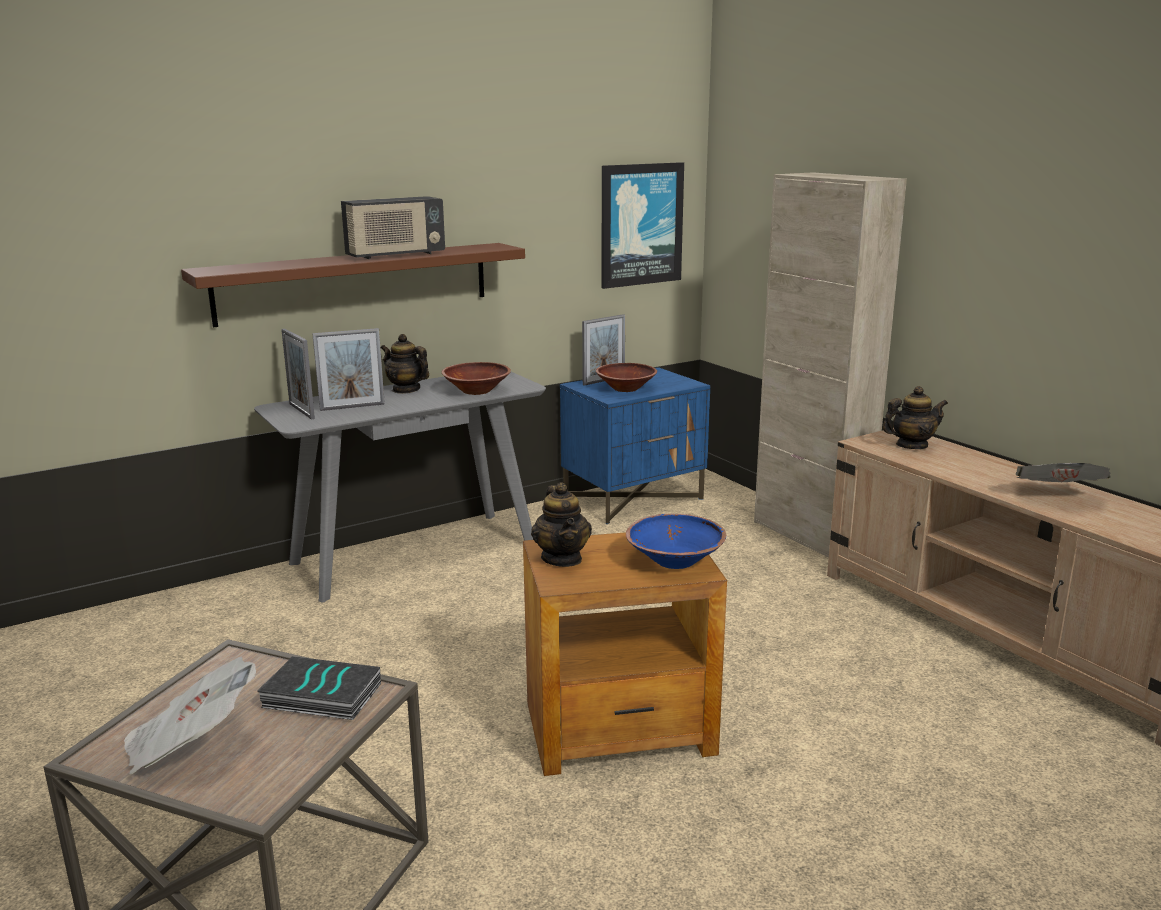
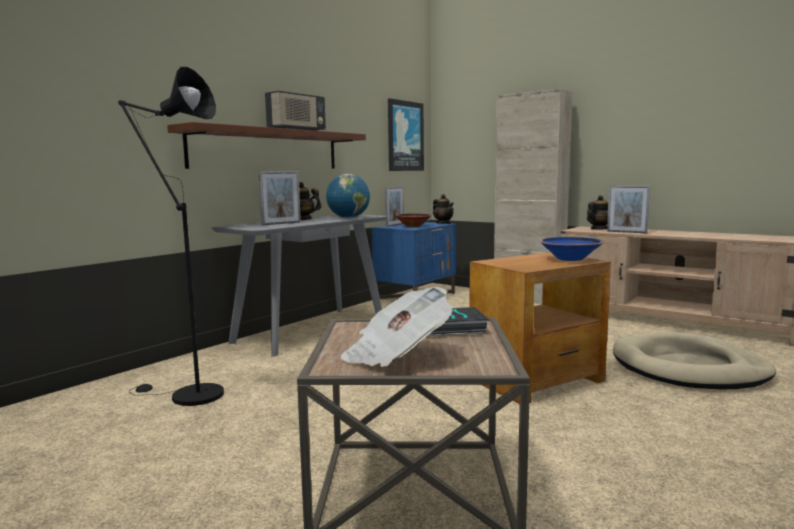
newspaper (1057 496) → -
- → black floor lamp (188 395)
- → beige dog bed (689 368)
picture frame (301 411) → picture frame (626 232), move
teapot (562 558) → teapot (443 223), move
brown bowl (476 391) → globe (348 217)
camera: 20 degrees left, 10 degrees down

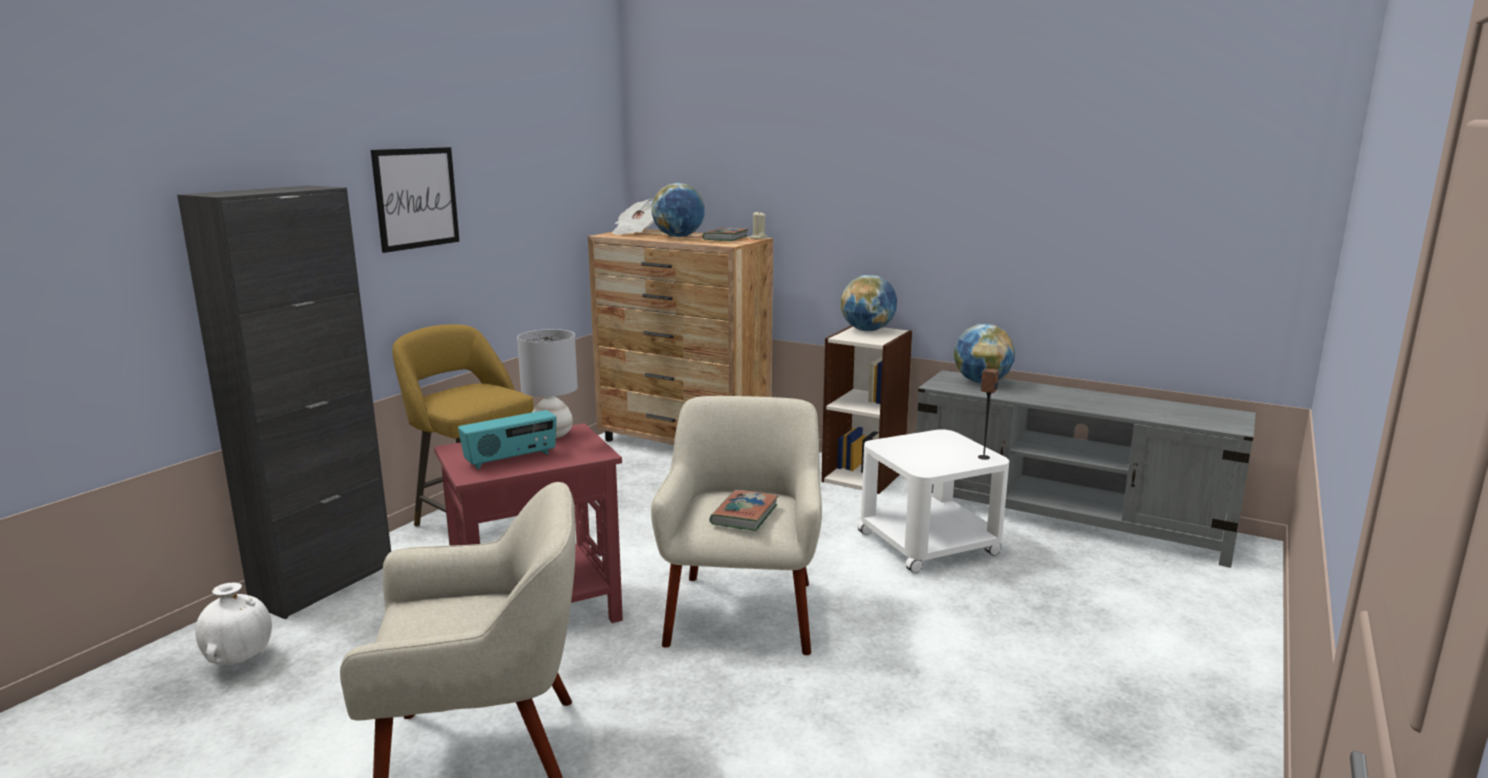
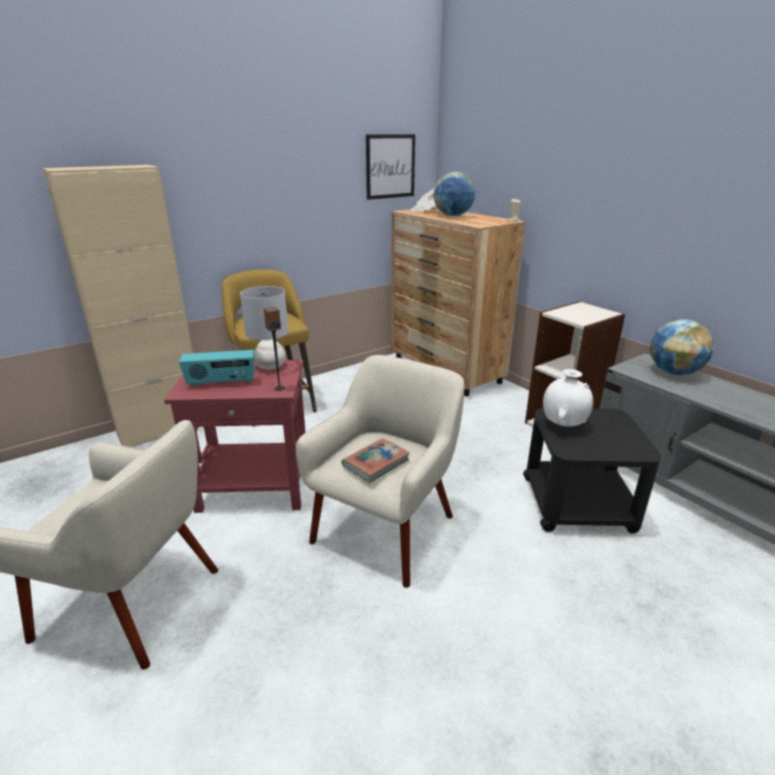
book (725 238) → -
globe (868 330) → -
white vase (240 661) → white vase (563 425), move
picture (416 198) → picture (390 166), move
speaker (983 457) → speaker (279 388), move
black cabinet (324 584) → beige cabinet (162 430)
white side table (929 542) → black side table (578 503)
camera: 25 degrees right, 10 degrees up

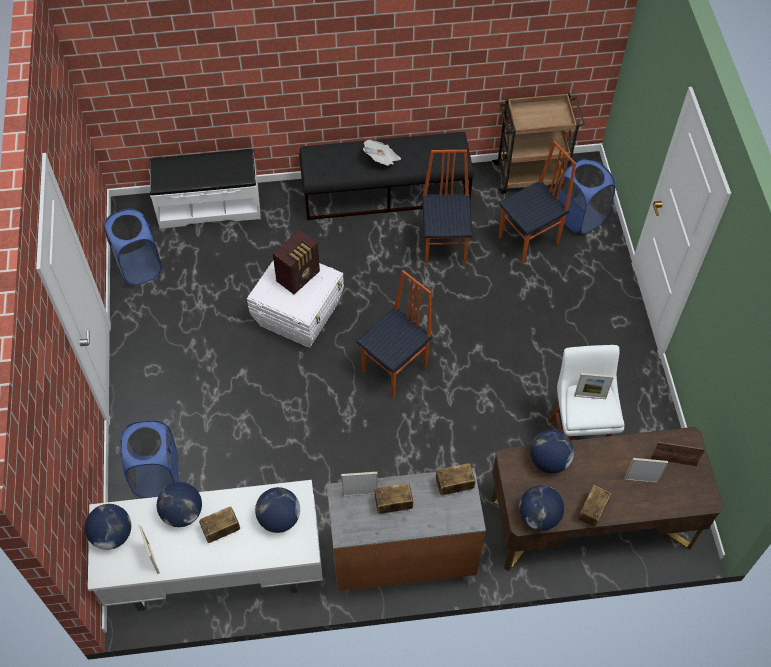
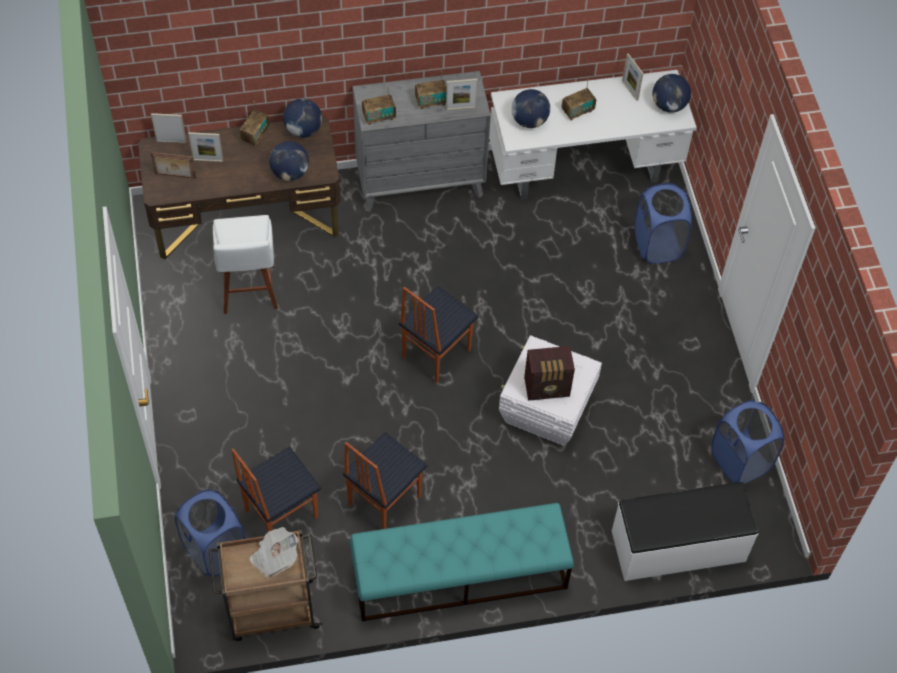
globe (183 513) → -
newspaper (381 159) → newspaper (274 557), move
picture frame (590 397) → picture frame (171 141), move
black bench (386 193) → turquoise bench (459 576)
radio (299 276) → radio (548 388), 135 degrees counterclockwise
chair (445 247) → chair (383 500), 45 degrees clockwise
camera: 175 degrees right, 0 degrees up

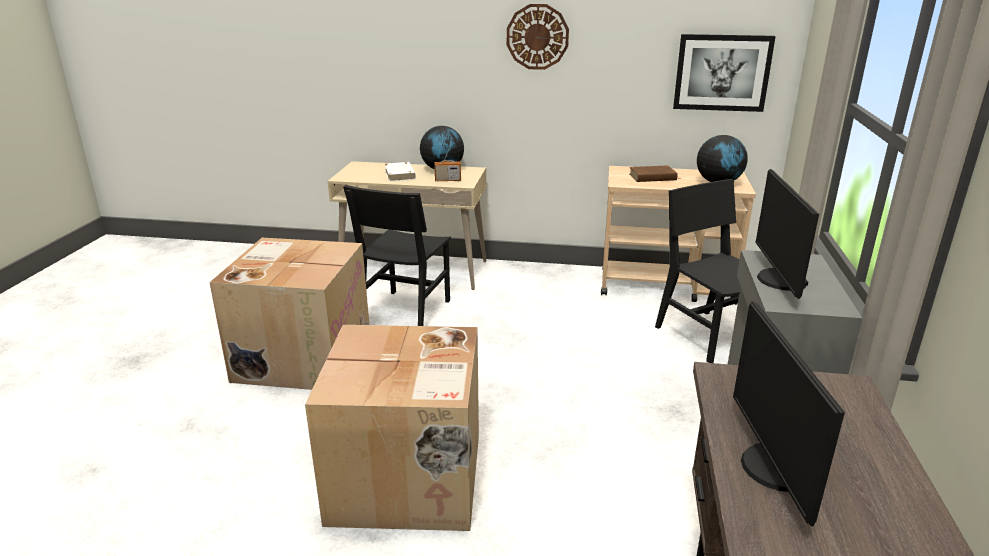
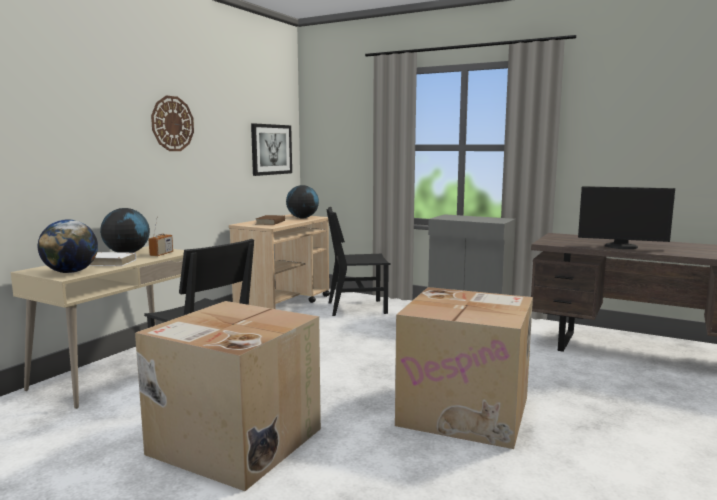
monitor (779 280) → -
- → globe (71 272)
camera: 70 degrees left, 15 degrees down

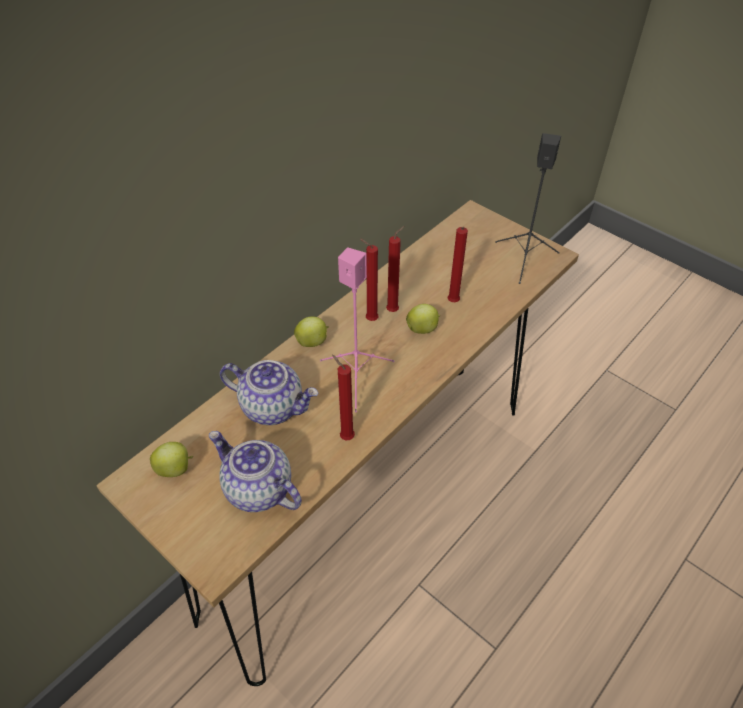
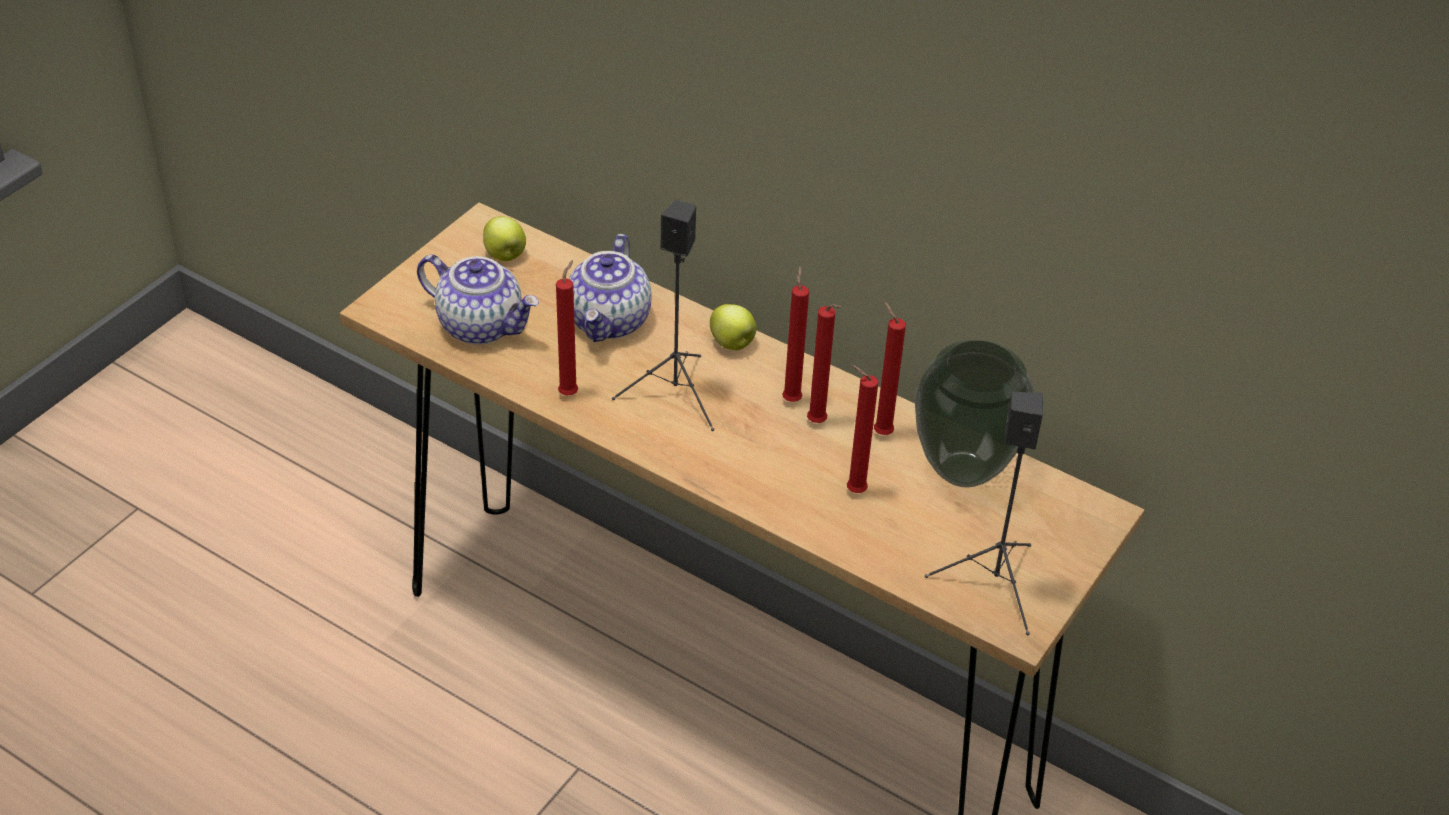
apple (422 329) → -
- → red candle (880 432)
- → vase (961 471)
pink speaker (357 376) → black speaker (676 395)
teapot (257 489) → teapot (481 325), 90 degrees clockwise
camera: 80 degrees right, 5 degrees down

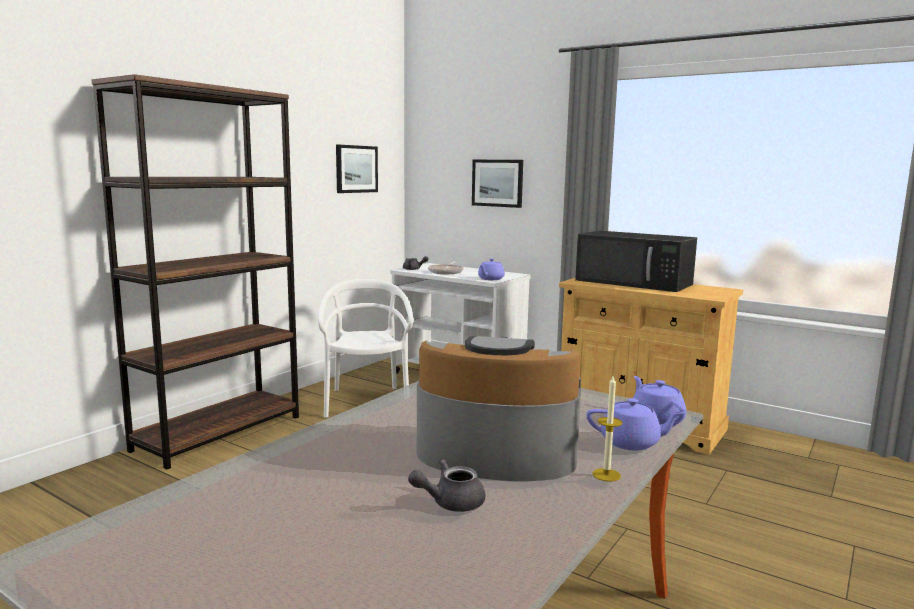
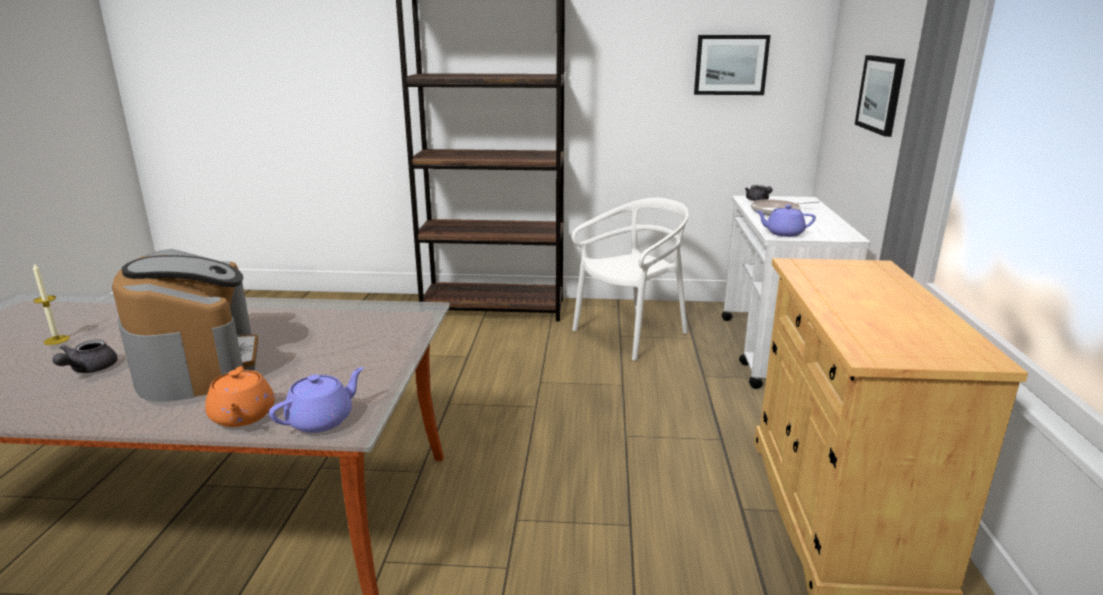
black microwave (635 282) → -
candle (606 475) → candle (56 340), move
purple teapot (631 443) → orange teapot (242 416)
grey teapot (450 503) → grey teapot (89 369), 120 degrees counterclockwise
camera: 60 degrees right, 10 degrees up

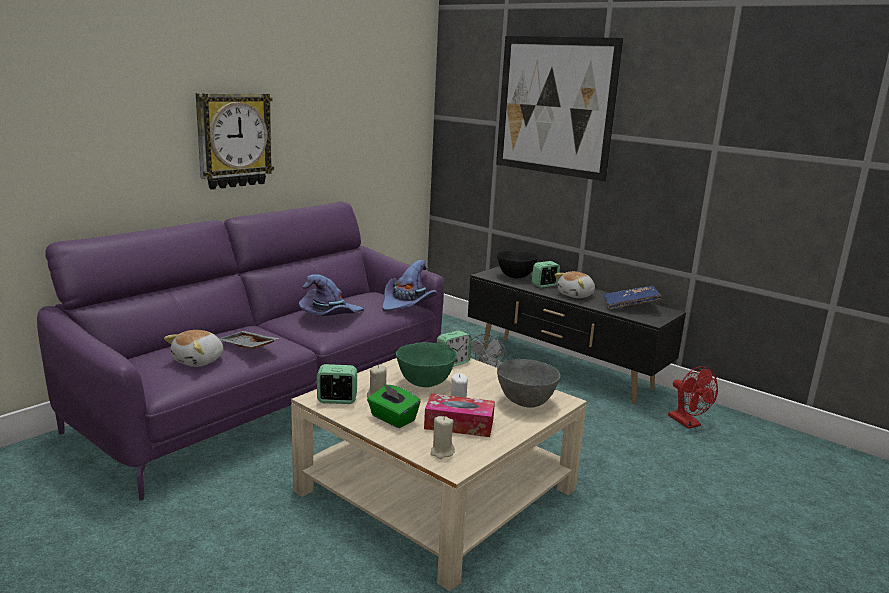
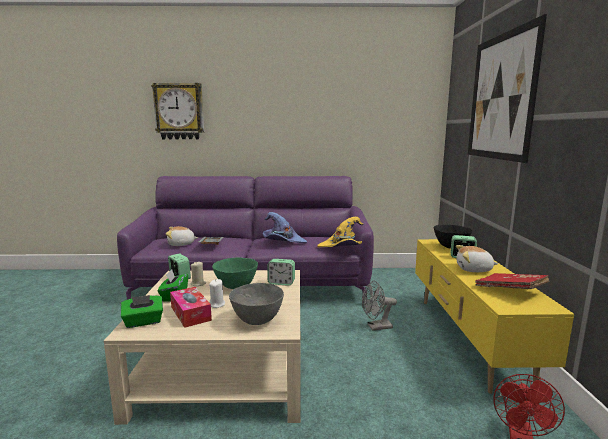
wall clock (233 140) → wall clock (179 111), move
beige candle (441 452) → green tissue box (143 322)
purple hat (408 303) → yellow hat (342 246)
black tv stand (563 369) → yellow tv stand (468 339)
blue book (630 306) → red book (510 291)
camera: 50 degrees right, 5 degrees down

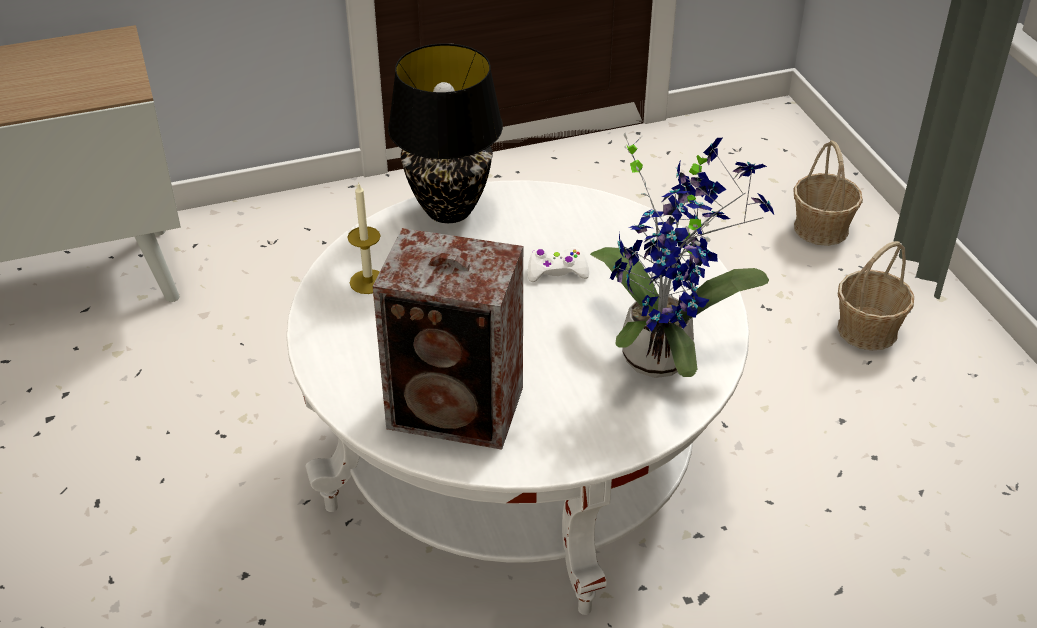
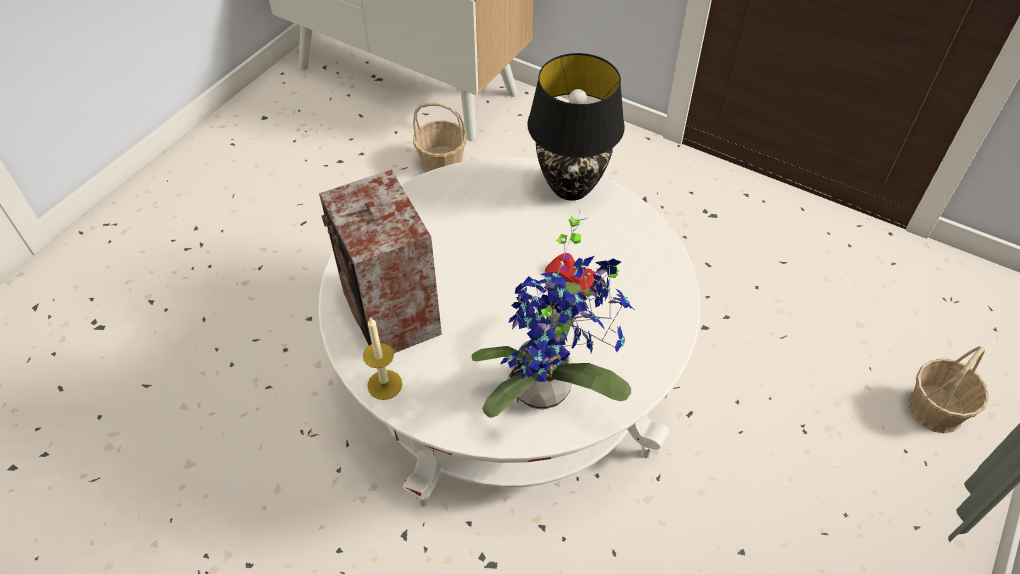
candle (368 282) → candle (384 384), move
basket (868 330) → basket (442 163), move
white game controller (556 271) → red game controller (571 279)
camera: 50 degrees right, 10 degrees up

